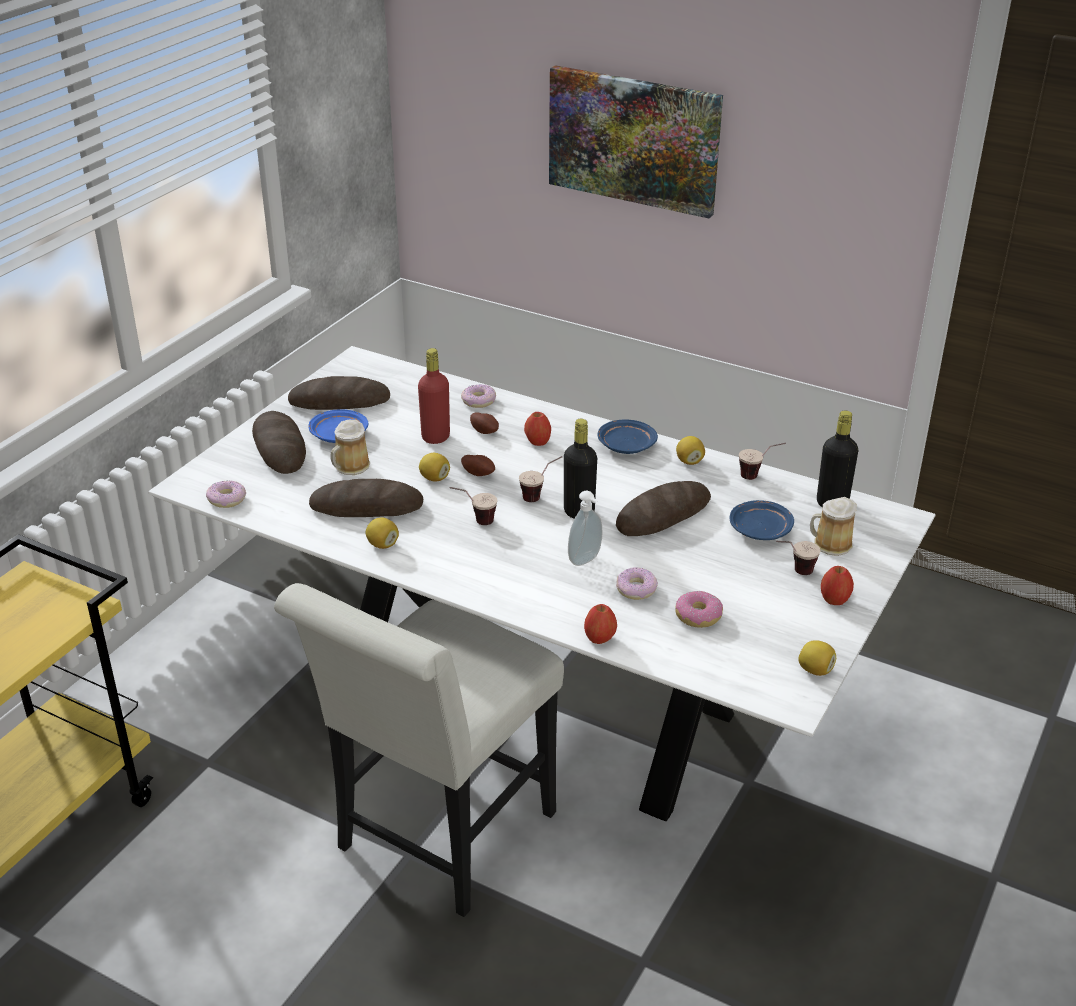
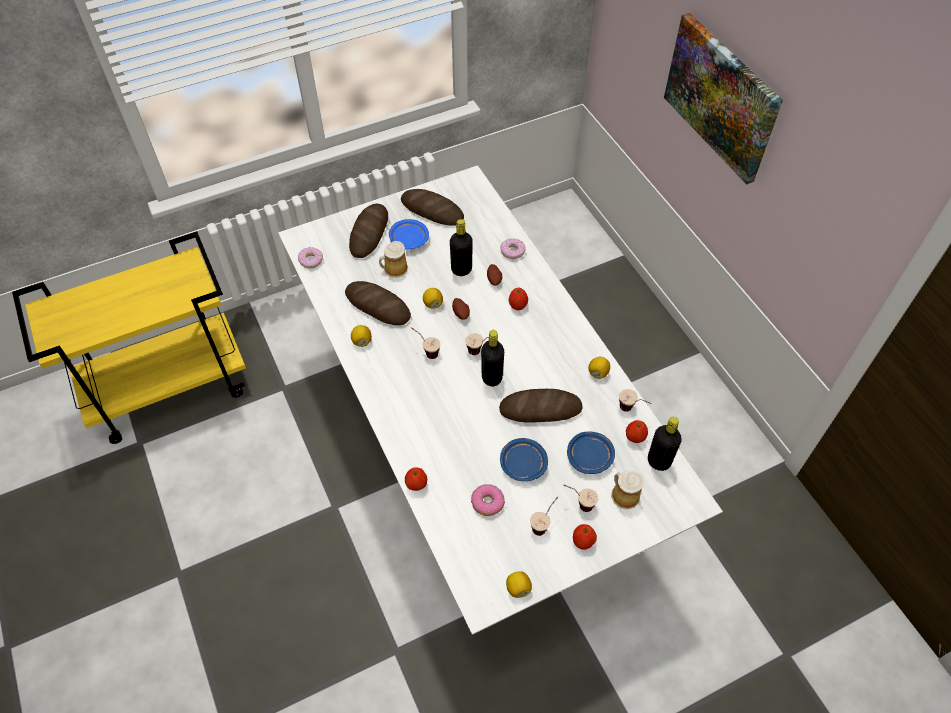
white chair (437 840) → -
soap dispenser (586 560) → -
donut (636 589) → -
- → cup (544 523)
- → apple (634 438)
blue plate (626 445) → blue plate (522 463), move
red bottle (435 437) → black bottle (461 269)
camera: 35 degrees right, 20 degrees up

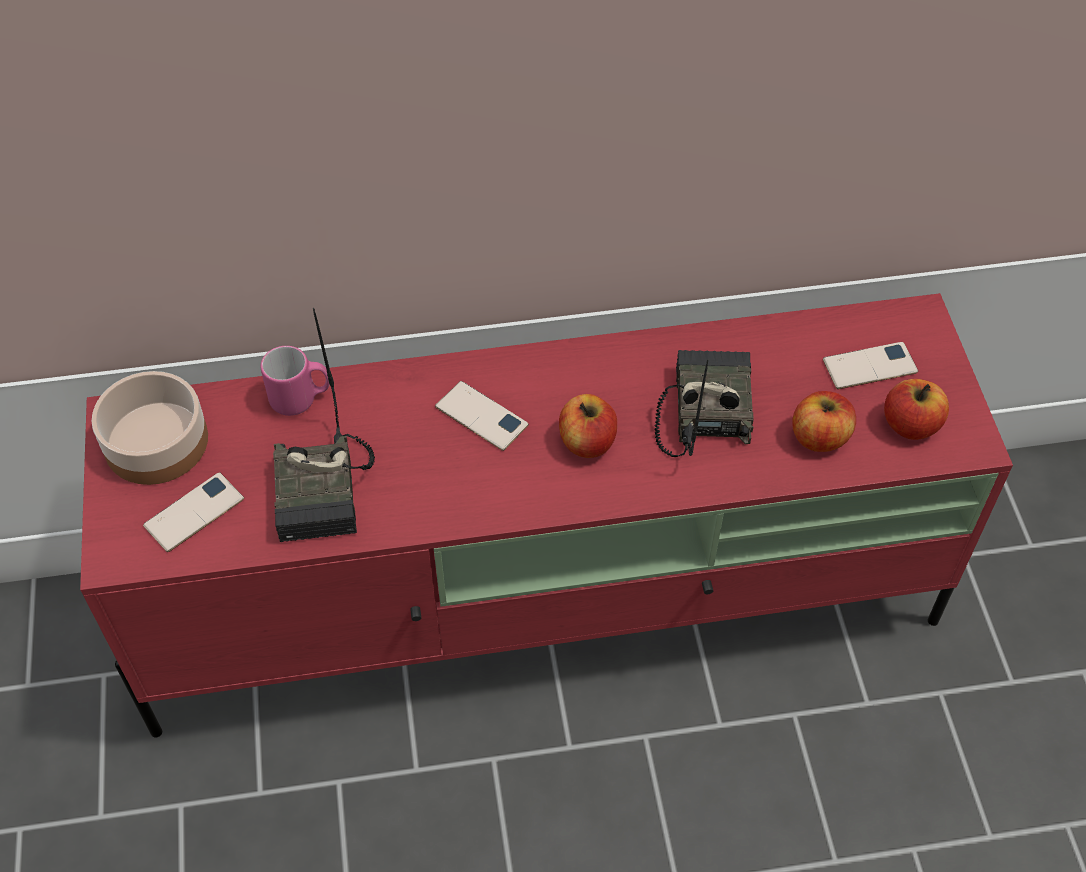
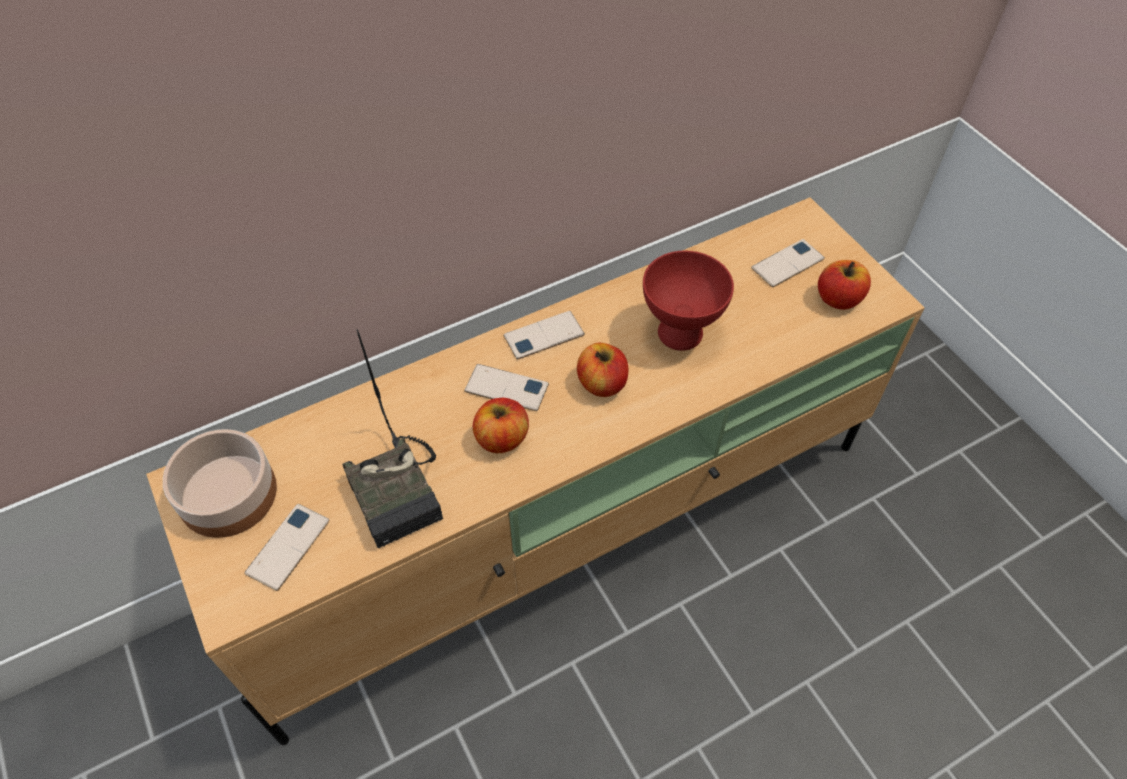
pink mug (301 399) → -
- → phone (544 335)
apple (819 437) → apple (501 438), move
radio (703 410) → red bowl (680 332)
red tv stand (547 608) → beige tv stand (565 528)
camera: 20 degrees left, 0 degrees up

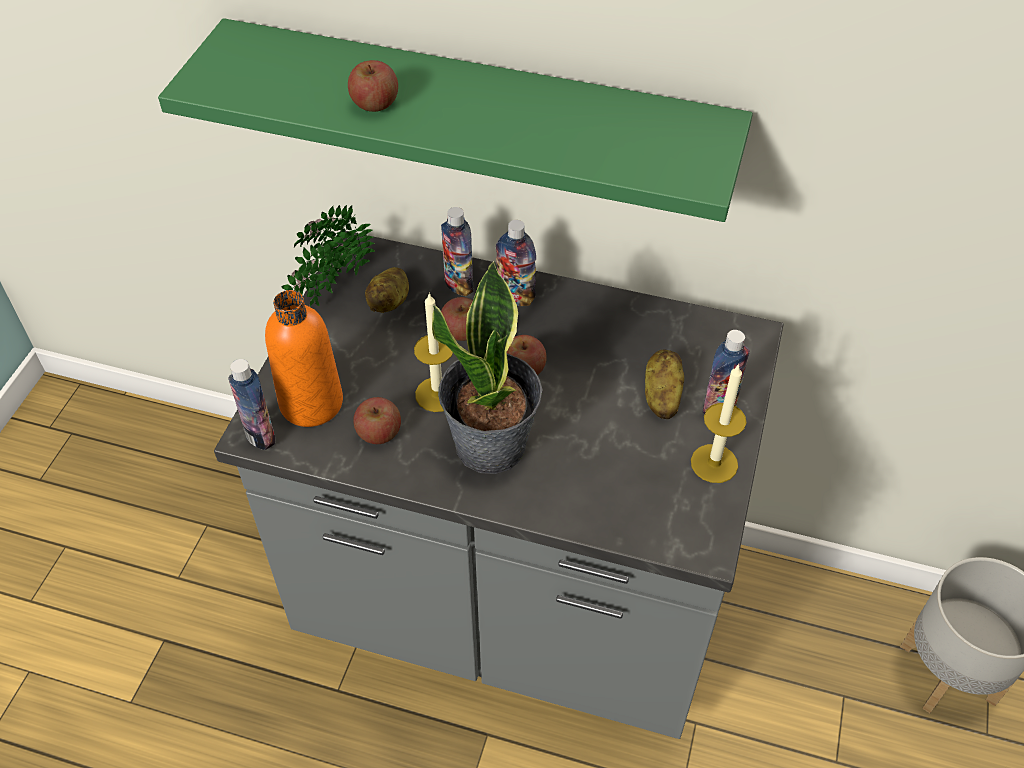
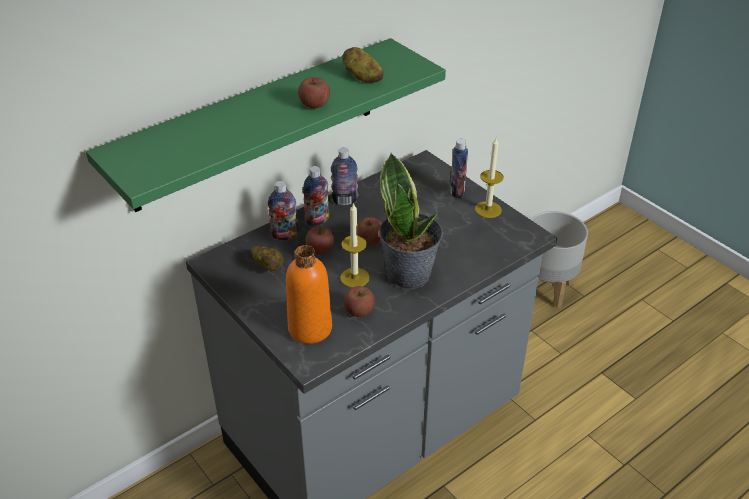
potted plant (329 289) → -
bottle (260 435) → bottle (345 201), move
apple (375 104) → apple (314 104), move
potato (661 396) → potato (362 77), move
camera: 55 degrees left, 10 degrees down

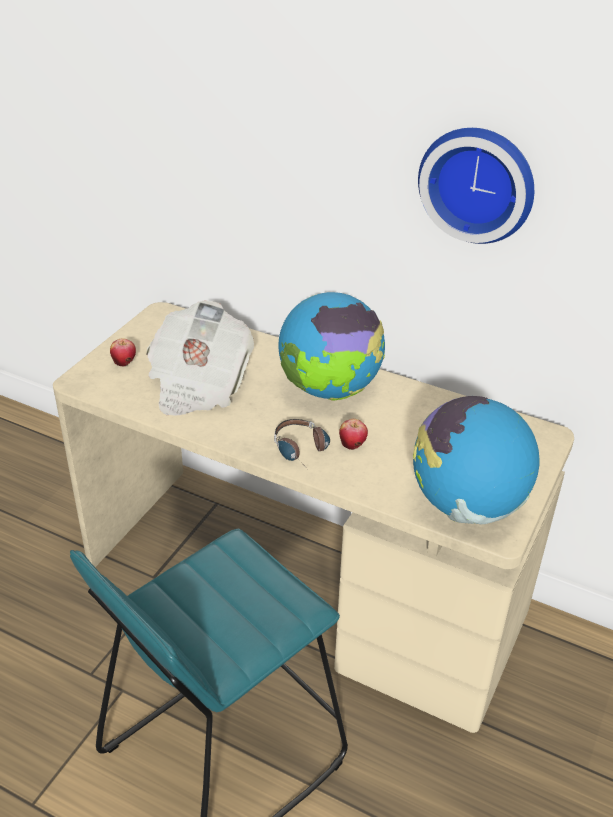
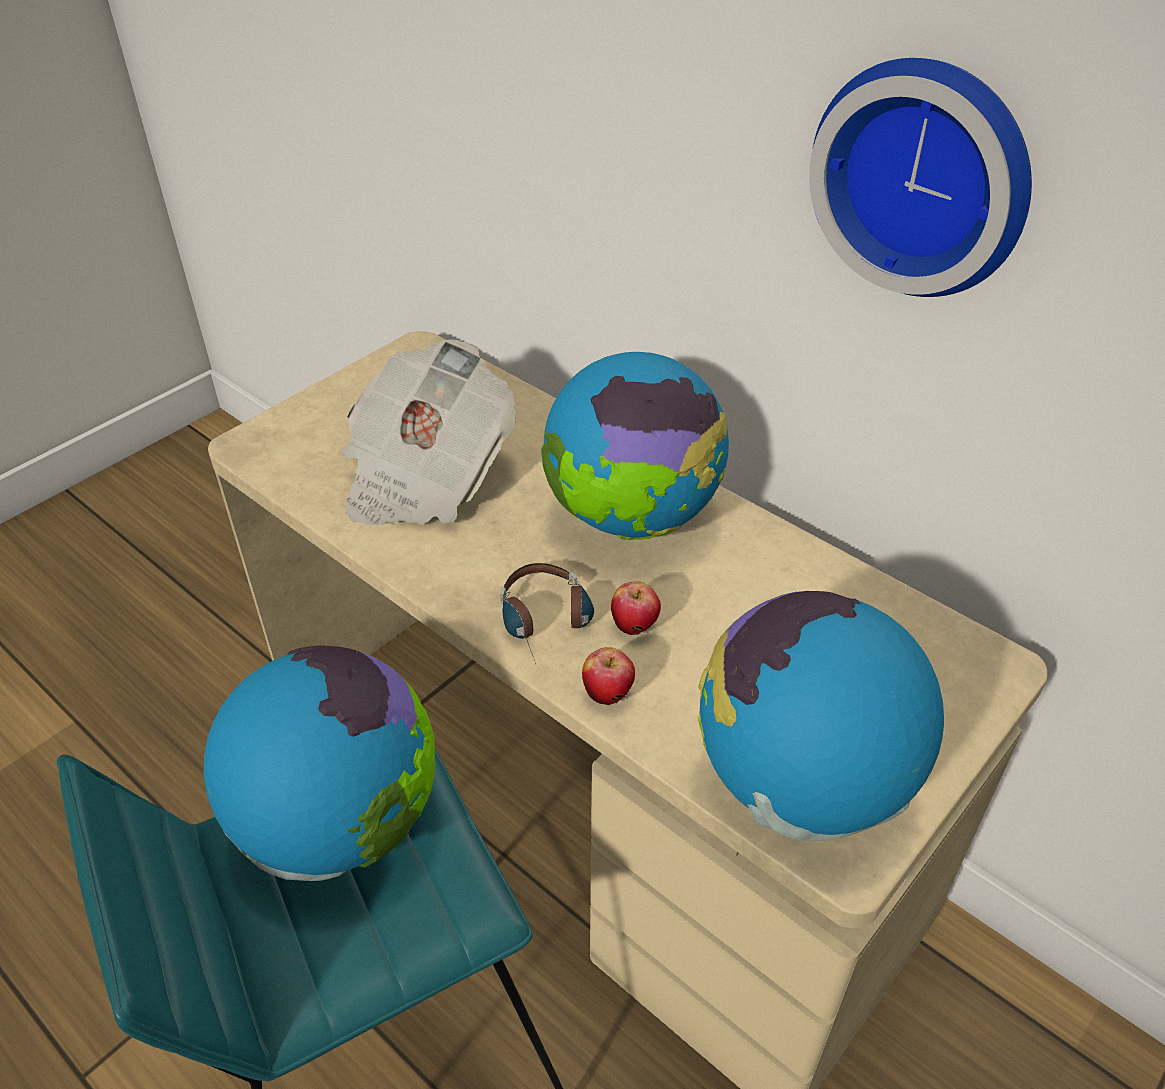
- → globe (339 822)
apple (124 363) → apple (608 694), move
camera: 15 degrees right, 5 degrees up

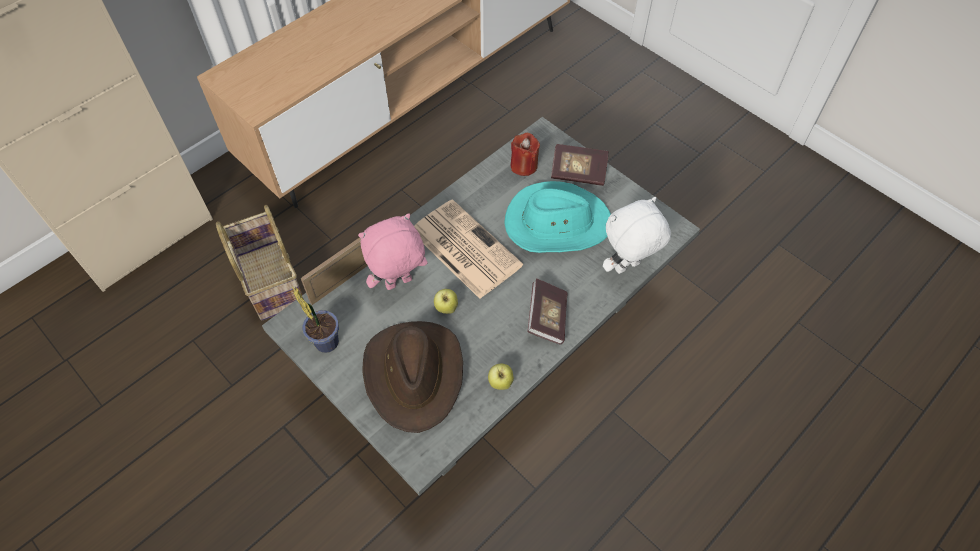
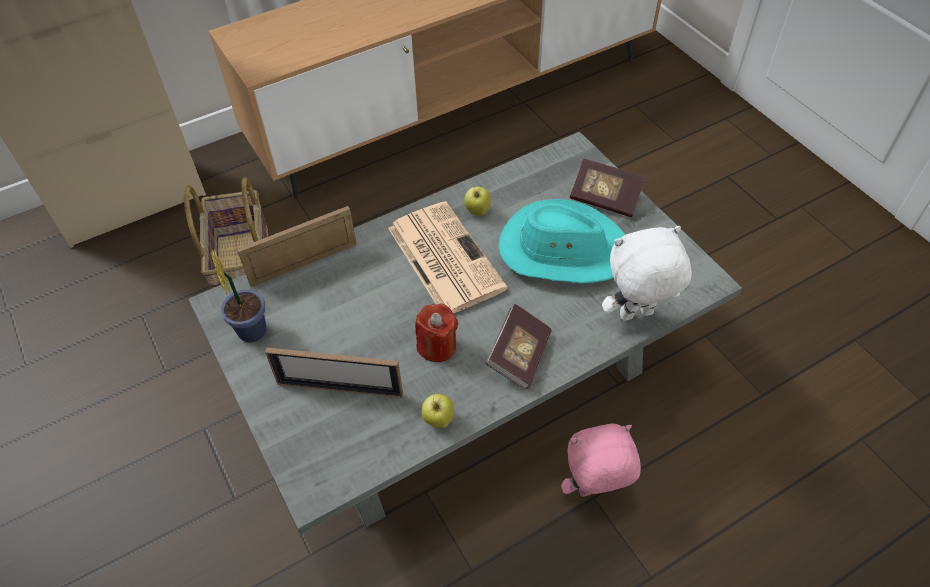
pink plush toy (399 284) → pink plush toy (594 491), move
apple (446 308) → apple (477 211), move
red candle (524 165) → red candle (437 346), move
brown hat (415 375) → picture frame (340 388)
camera: 15 degrees right, 5 degrees down

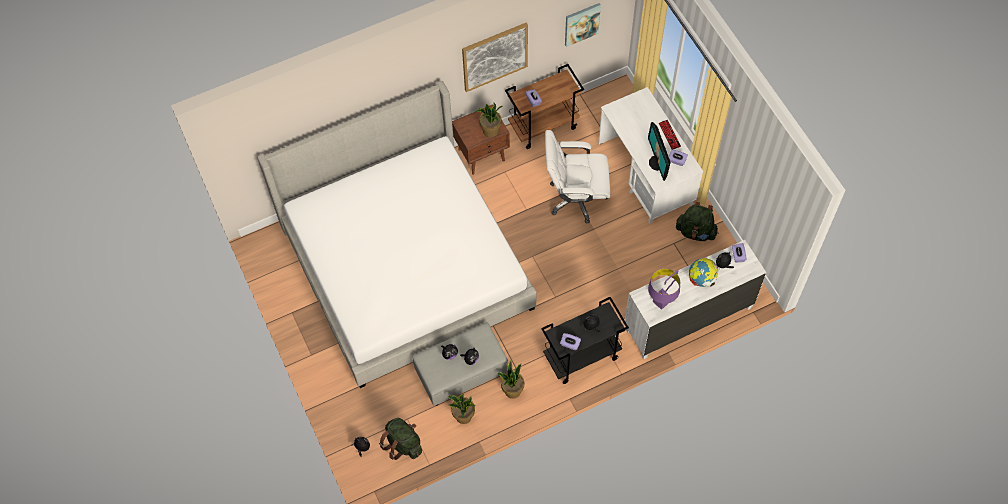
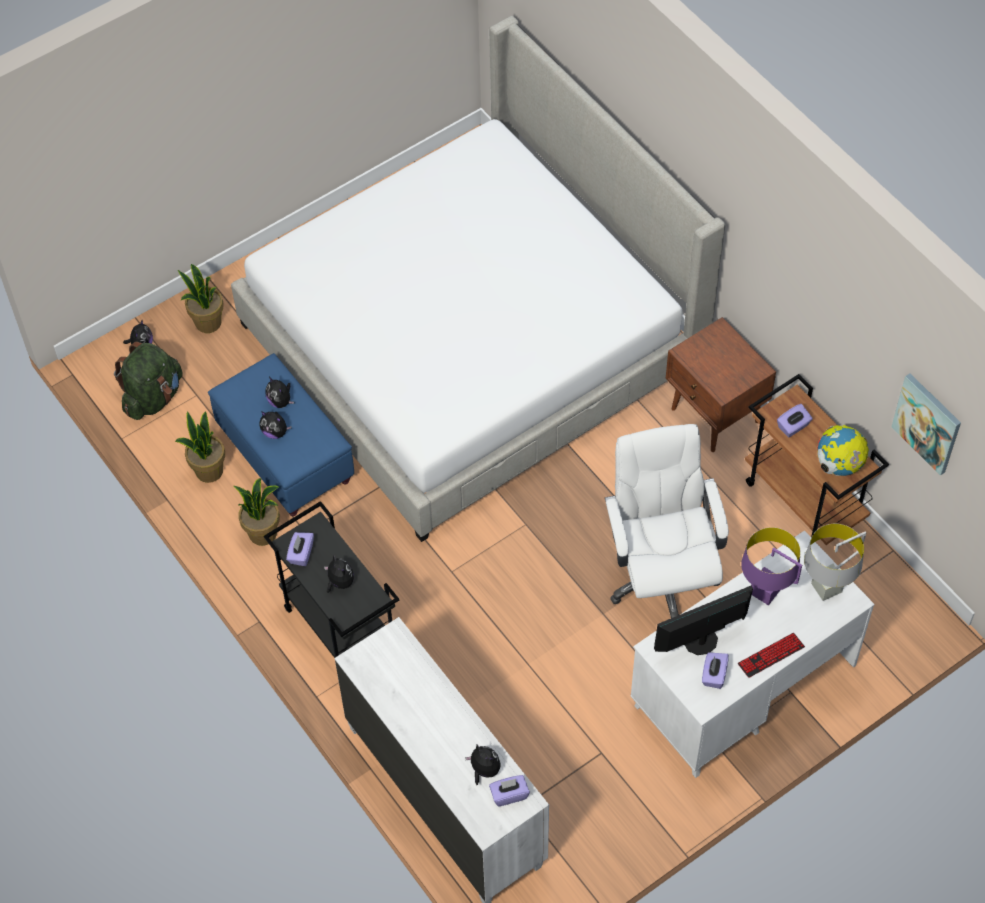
picture (495 56) → -
green backpack (696 232) → -
- → grey table lamp (826 589)
potted plant (490 131) → potted plant (207 323), move
purple table lamp (661 302) → purple table lamp (765 593), move
globe (701 279) → globe (838 465), move
grey ottoman (462 373) → blue ottoman (286 456)
camera: 80 degrees right, 5 degrees down

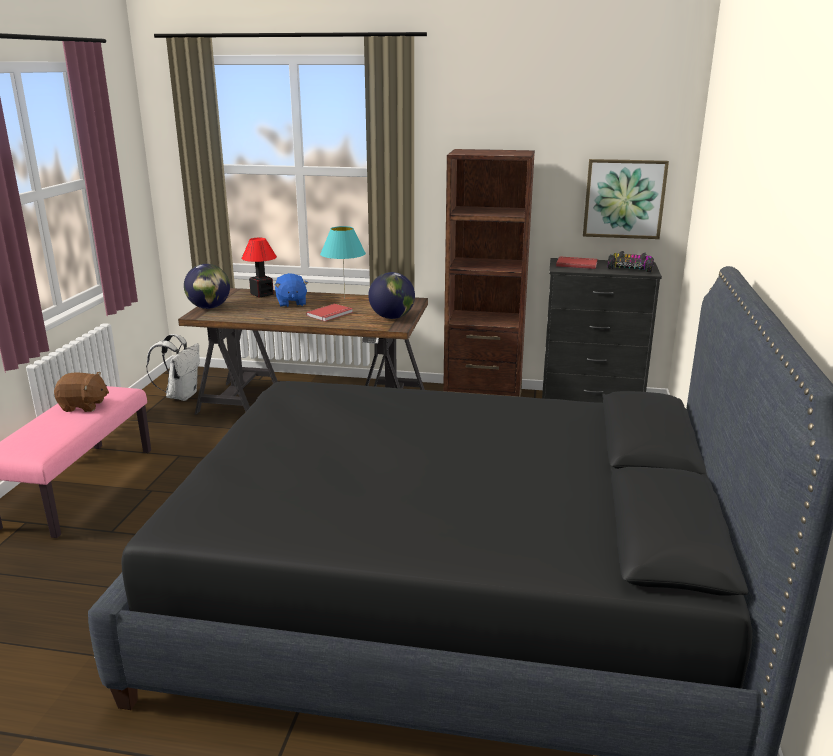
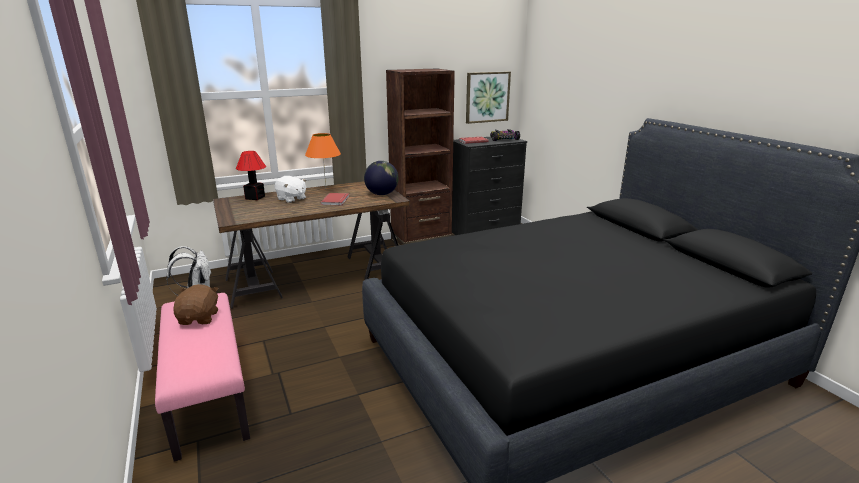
globe (209 307) → -
blue plush toy (291 303) → white plush toy (291 199)
turquoise table lamp (344 299) → orange table lamp (326 189)
brown plush toy (83 406) → brown plush toy (199 318), 60 degrees counterclockwise
camera: 35 degrees left, 0 degrees up

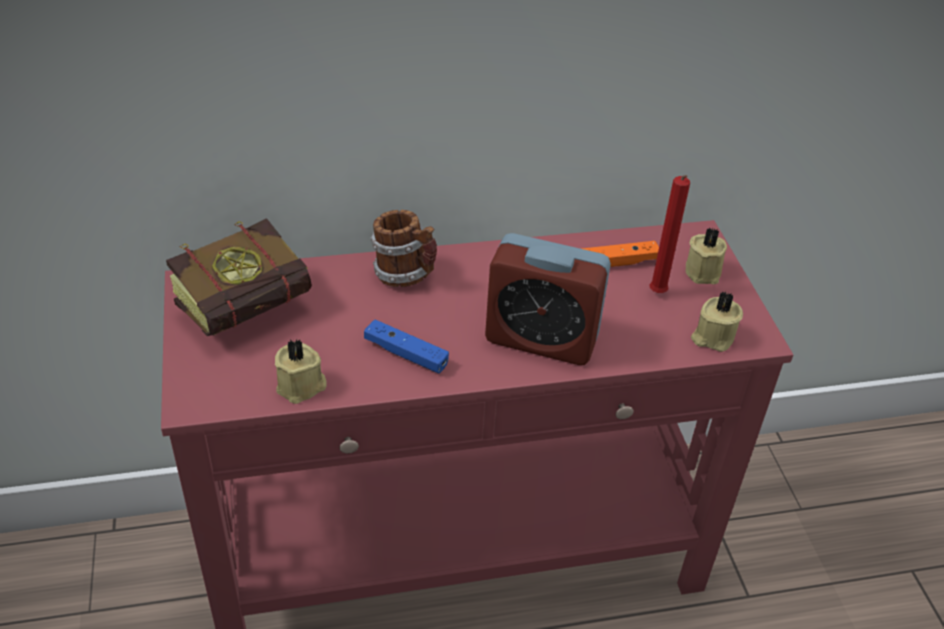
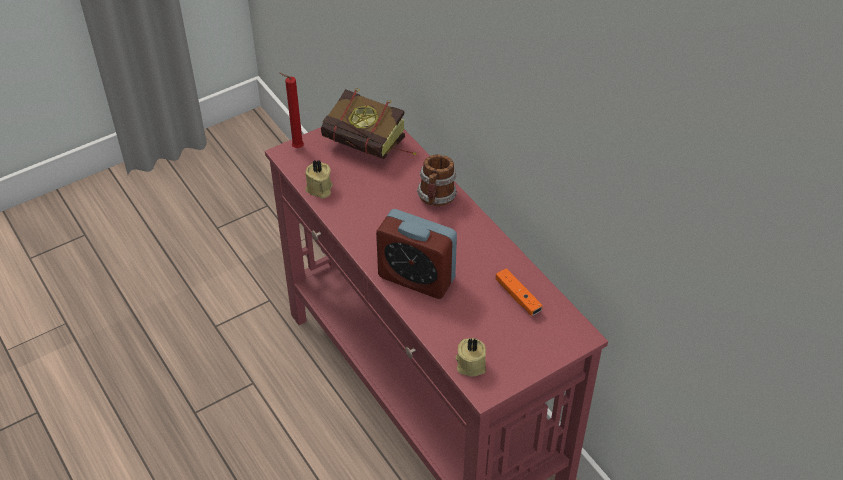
blue game controller (406 354) → -
beige candle (704 271) → -
red candle (657 295) → red candle (296 148), move
alarm clock (541 339) → alarm clock (416 277), 60 degrees counterclockwise
camera: 70 degrees right, 5 degrees up

